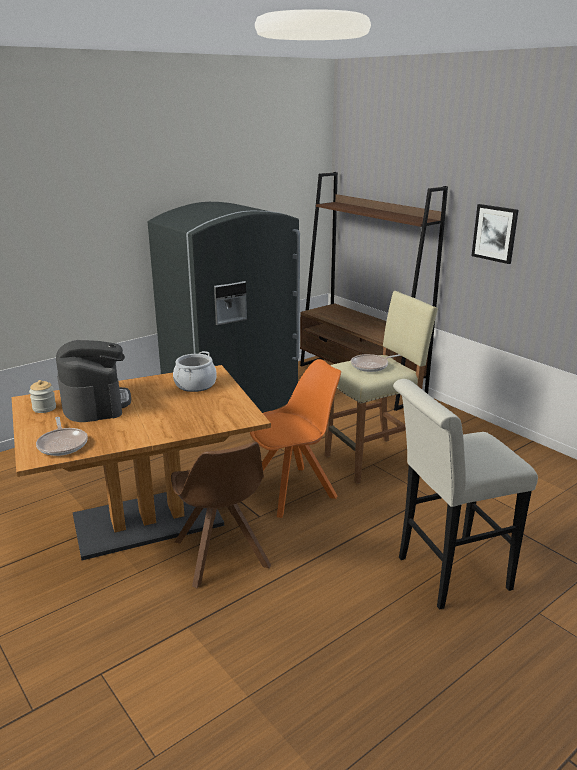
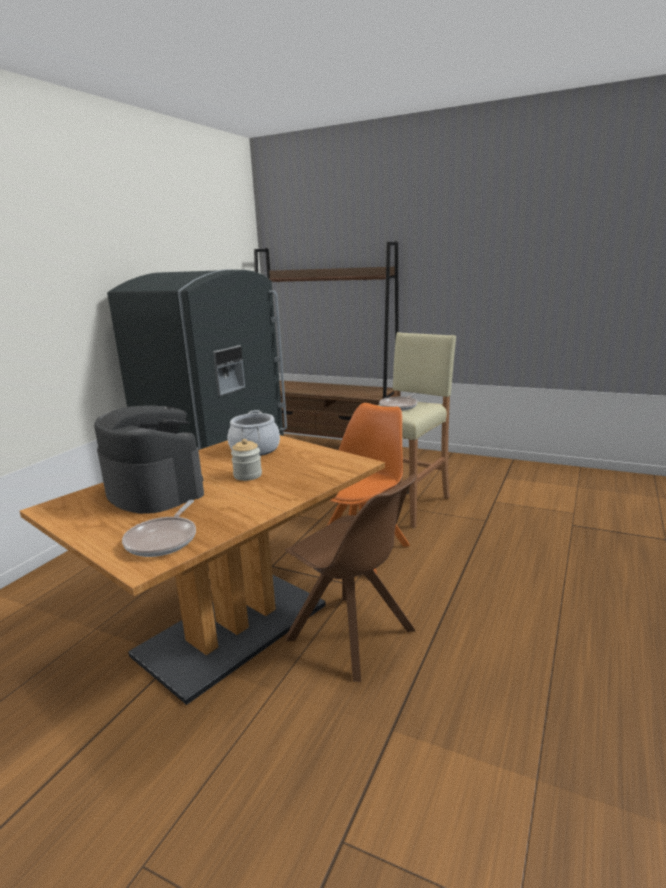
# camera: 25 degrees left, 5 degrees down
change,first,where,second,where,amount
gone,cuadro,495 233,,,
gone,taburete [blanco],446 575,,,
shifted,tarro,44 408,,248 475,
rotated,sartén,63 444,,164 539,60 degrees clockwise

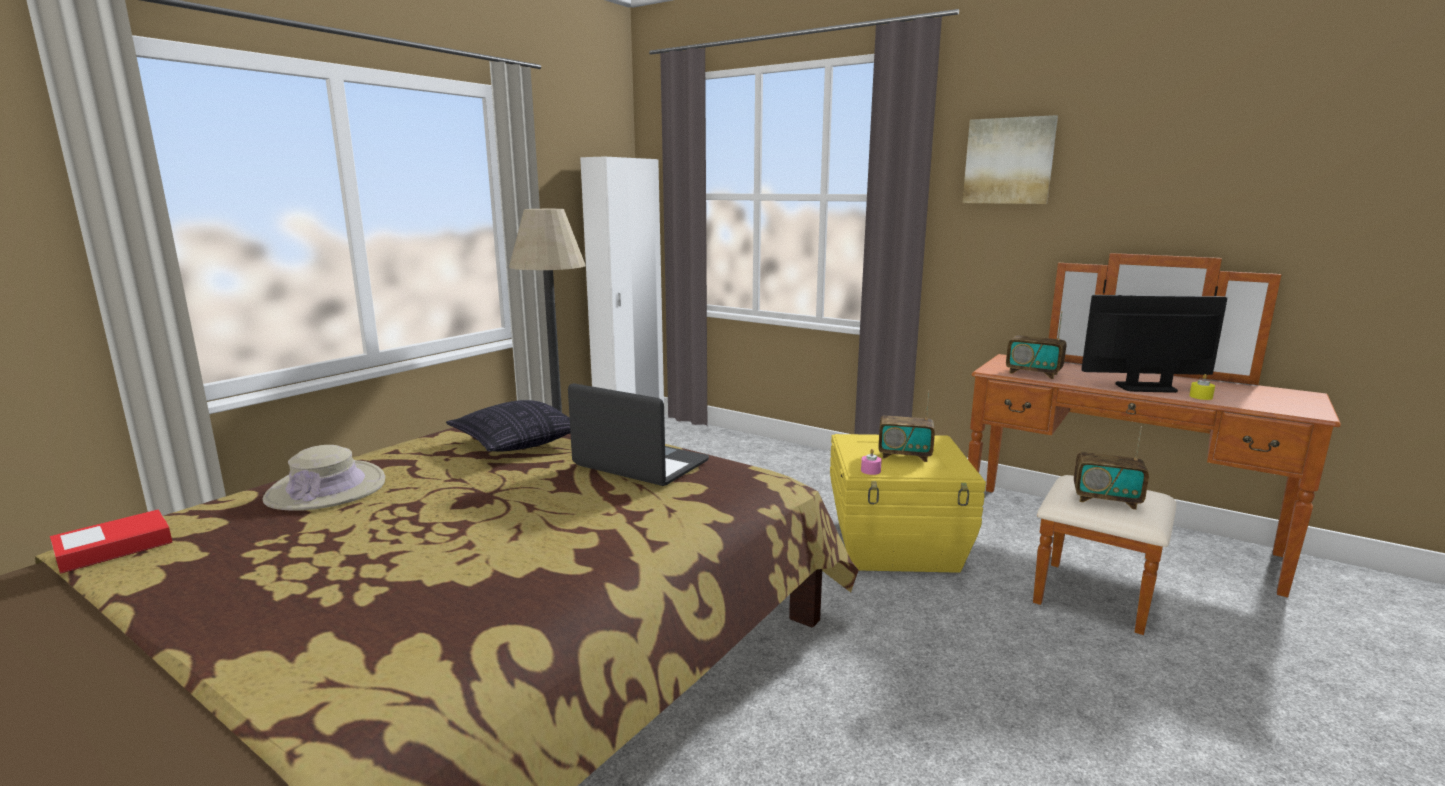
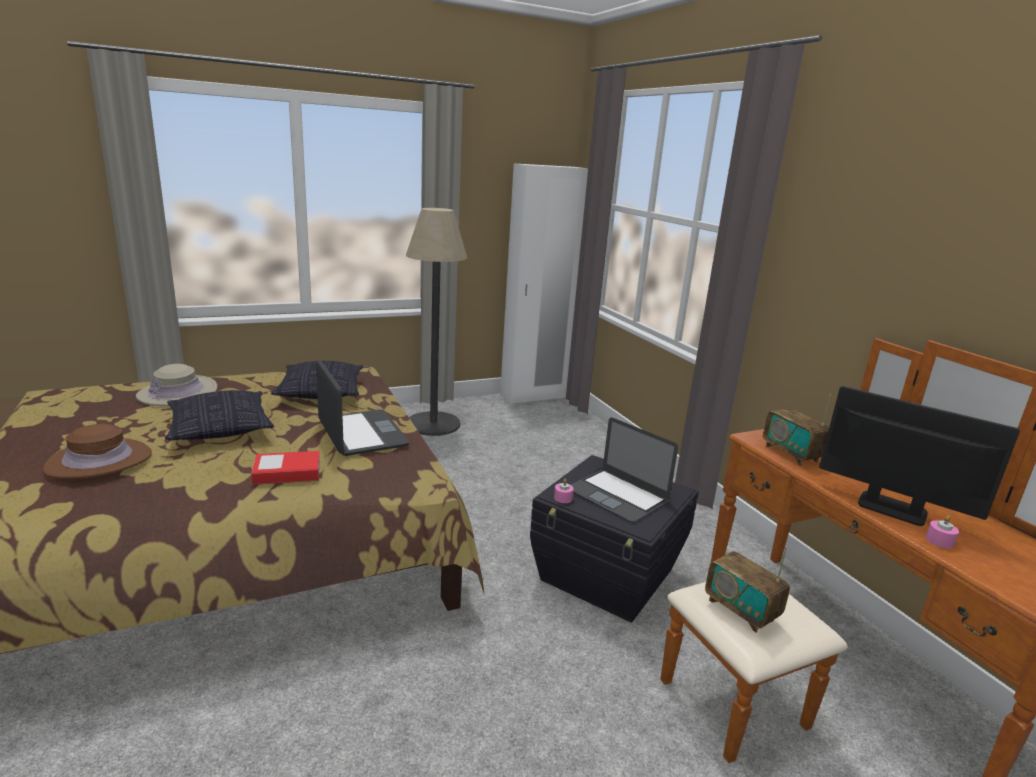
# camera: 30 degrees right, 5 degrees up
change,first,where,second,where,amount
gone,cuadro,1009 161,,,
repainted,vela [amarillo],1200 397,vela [rosa],939 541,
swapped,radio,904 455,portátil,617 495,
repainted,caja de almacenaje [amarillo],897 546,caja de almacenaje [negro],607 575,
shifted,libro,114 548,,287 473,
new,,,cojín,220 429,
new,,,sombrero [marrón],99 461,

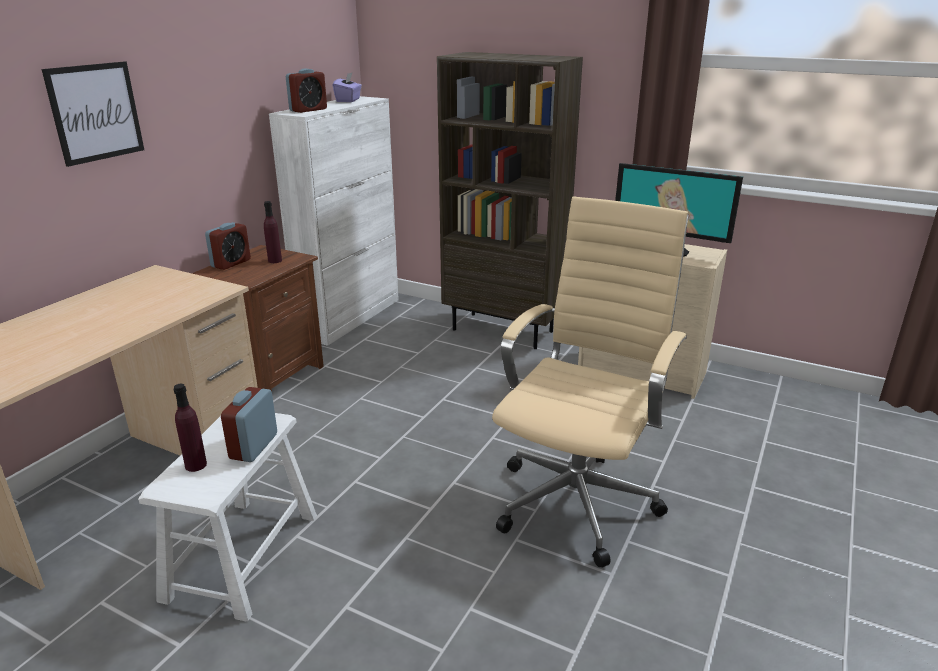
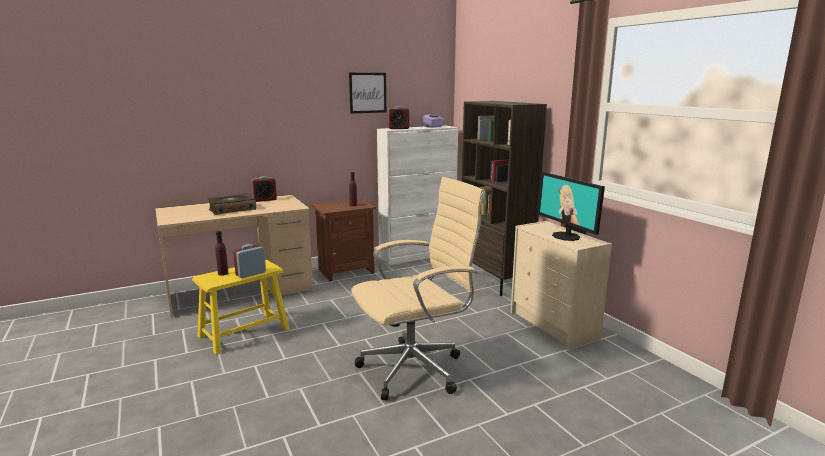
# camera: 35 degrees right, 10 degrees down
change,first,where,second,where,amount
shifted,cuadro,95 112,,367 92,
shifted,despertador,231 263,,265 200,
repainted,taburete [blanco],243 555,taburete [amarillo],244 333,
new,,,libro,232 209,

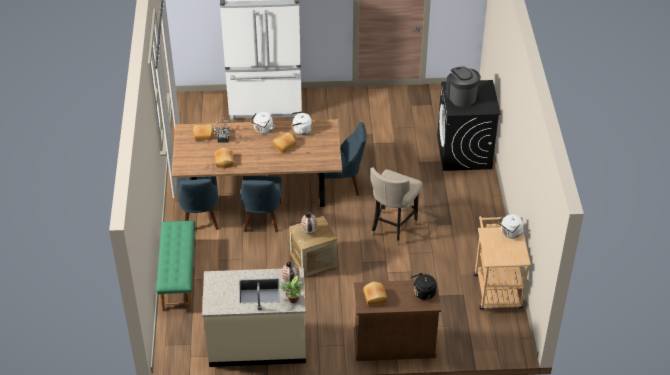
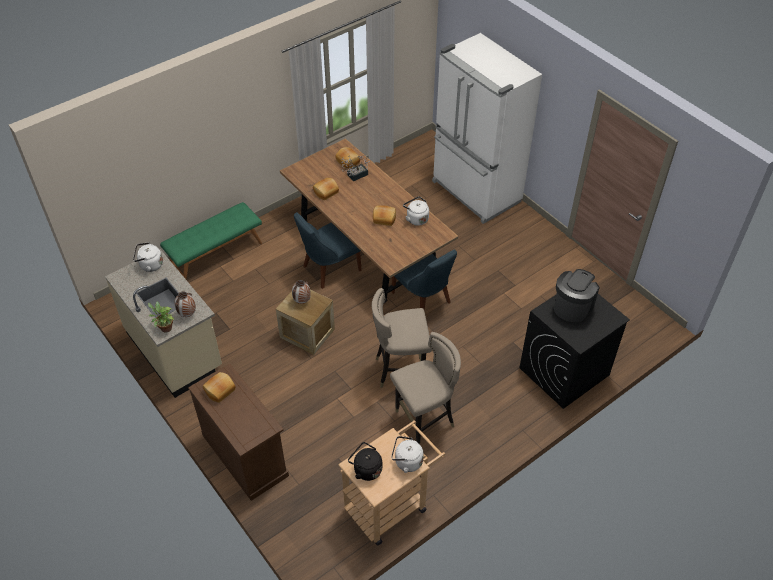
# camera: 55 degrees right, 5 degrees up
change,first,where,second,where,amount
shifted,hervidor [blanco],262 130,,150 265,
gone,silla [azul],200 218,,,
shifted,hervidor [negro],423 294,,366 469,
new,,,taburete [beis],424 421,

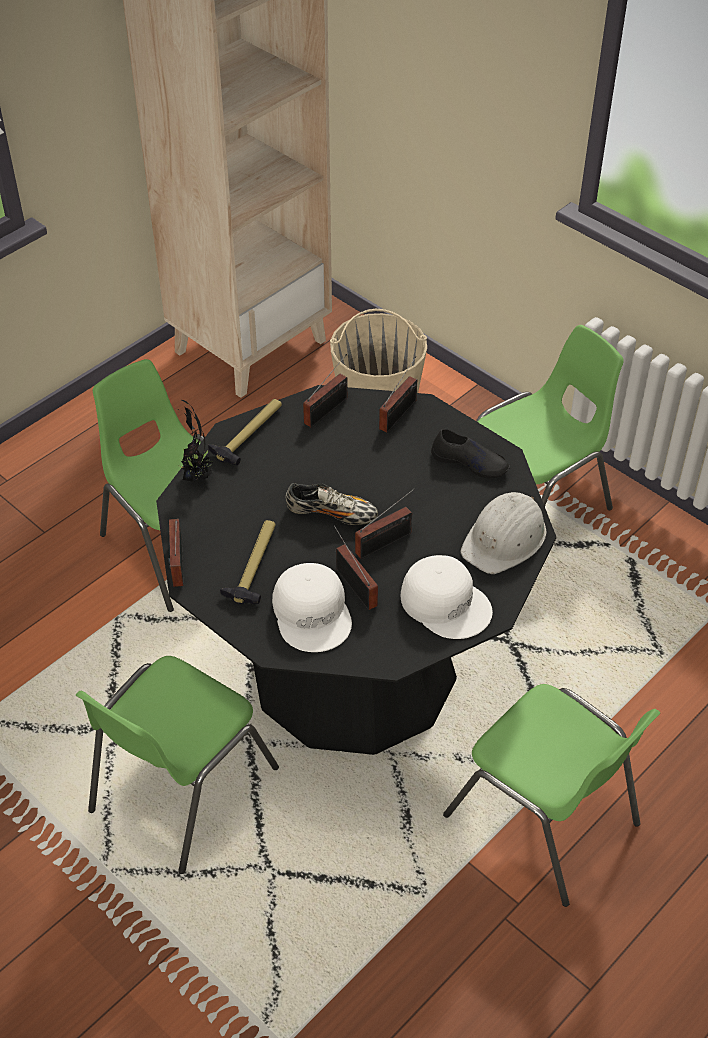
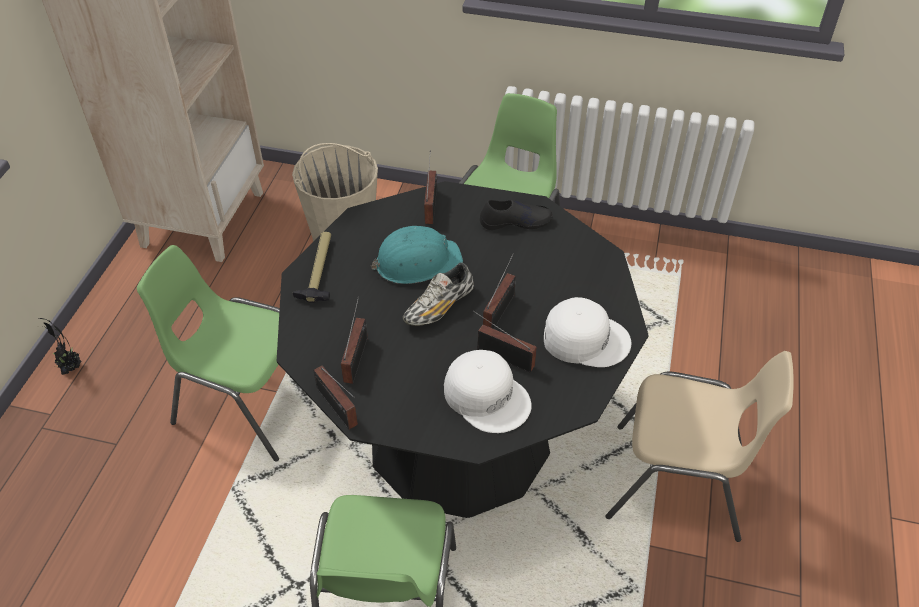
# camera: 30 degrees left, 0 degrees up
change,first,where,second,where,amount
shifted,radio,328 409,,357 357,
shifted,planta en maceta,197 475,,70 367,
rotated,zapato,331 514,,439 307,150 degrees clockwise
gone,casco [blanco],505 539,,,
gone,martillo,254 565,,,
repainted,silla [verde],544 821,silla [beis],678 484,
new,,,casco [turquesa],417 261,

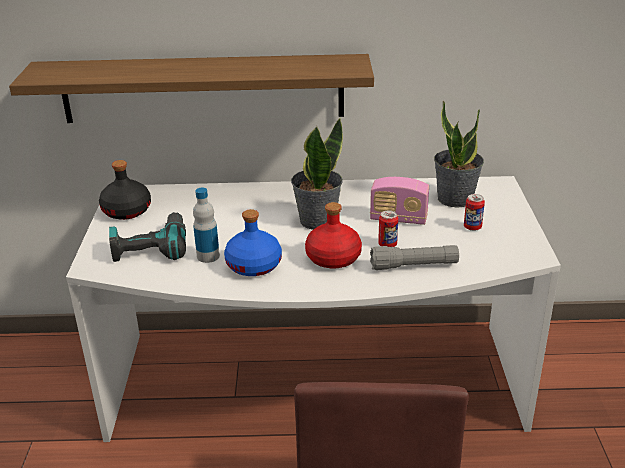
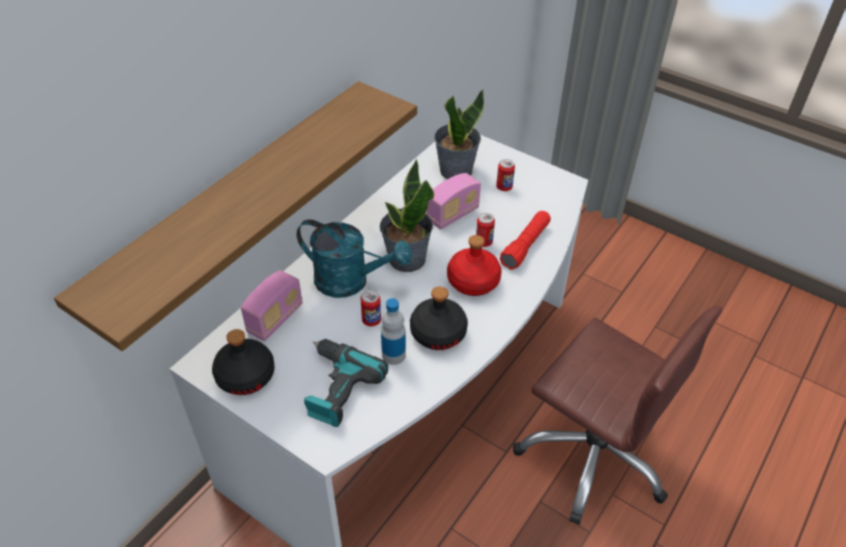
# camera: 55 degrees left, 15 degrees up
change,first,where,second,where,amount
repainted,botella [azul],254 265,botella [negro],438 332,
repainted,linterna [gris],414 266,linterna [rojo],525 246,
new,,,regadera [turquesa],351 281,
new,,,radio,275 319,
new,,,lata,371 320,

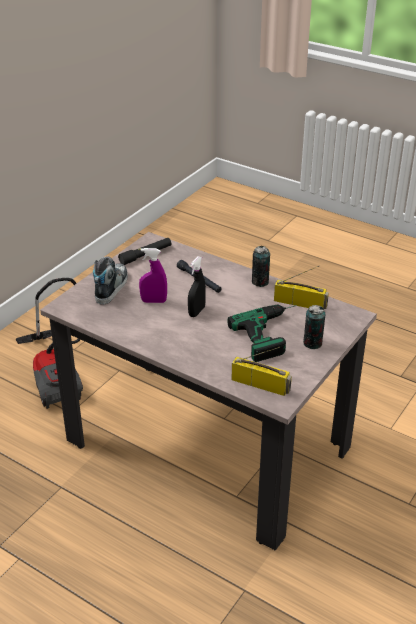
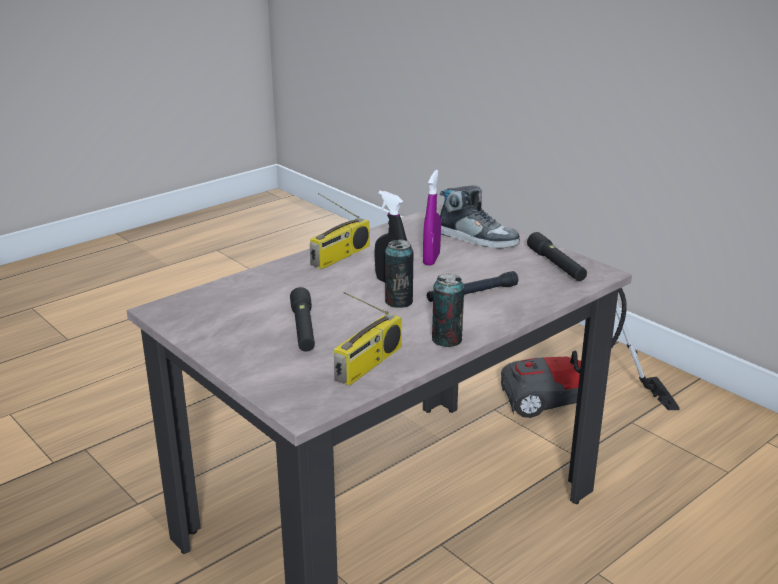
# camera: 105 degrees right, 10 degrees down
change,first,where,second,where,amount
swapped,taladro,273 333,linterna [negro],303 328,
shifted,lata,312 343,,398 302,
shifted,radio,261 384,,340 256,

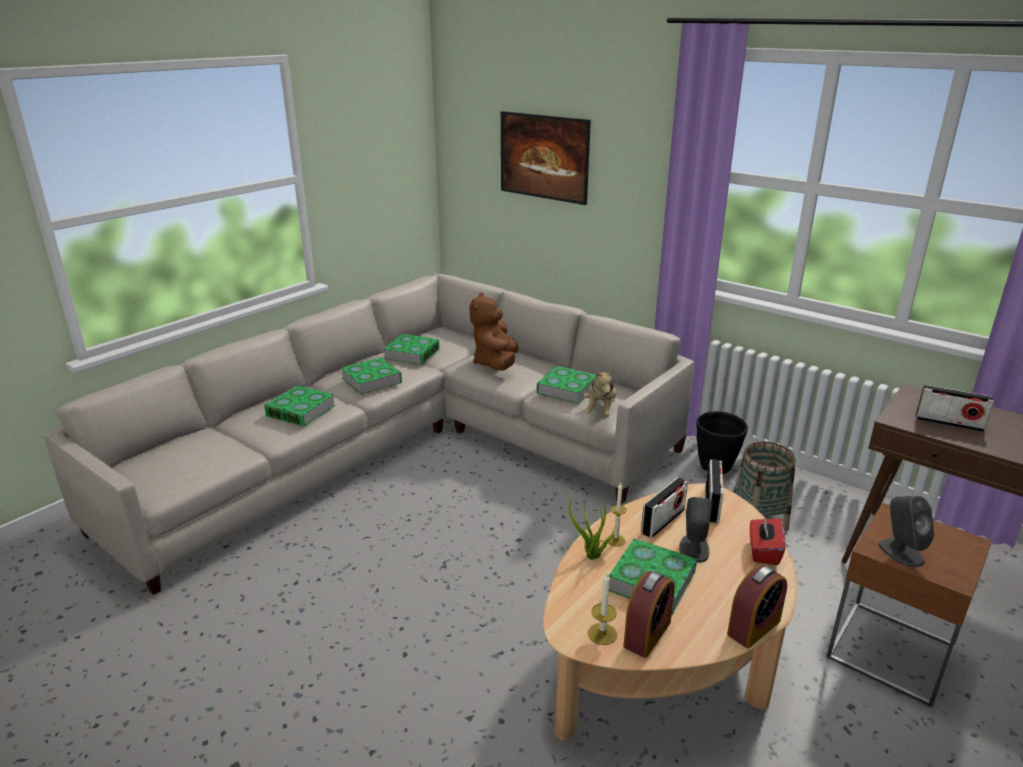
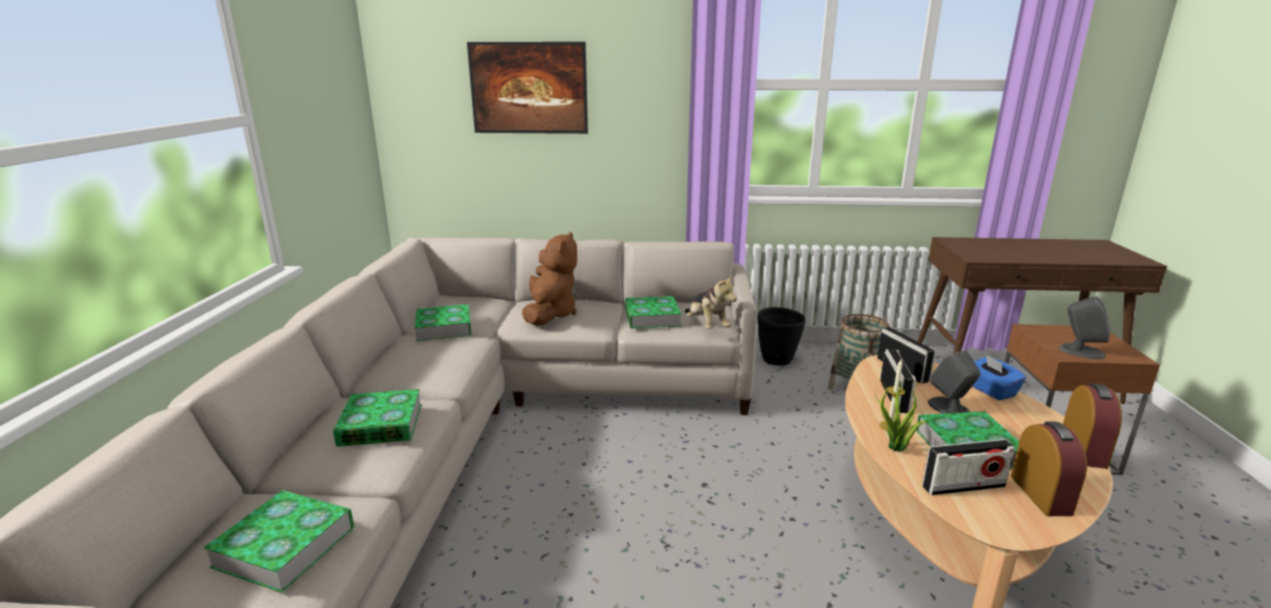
# camera: 35 degrees left, 5 degrees down
change,first,where,second,where,amount
rotated,peluche [marrón],496 364,,550 314,150 degrees counterclockwise
shifted,libro,372 380,,285 546,
shifted,radio,949 423,,963 486,
repainted,caja de pañuelos [rojo],763 551,caja de pañuelos [azul],990 390,
gone,vela,602 634,,,

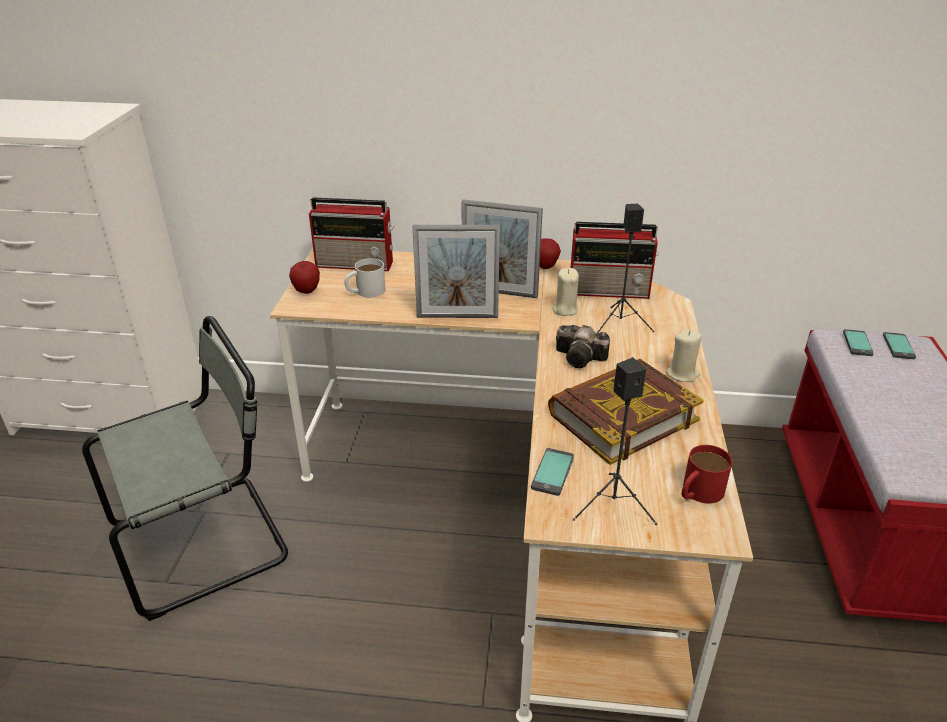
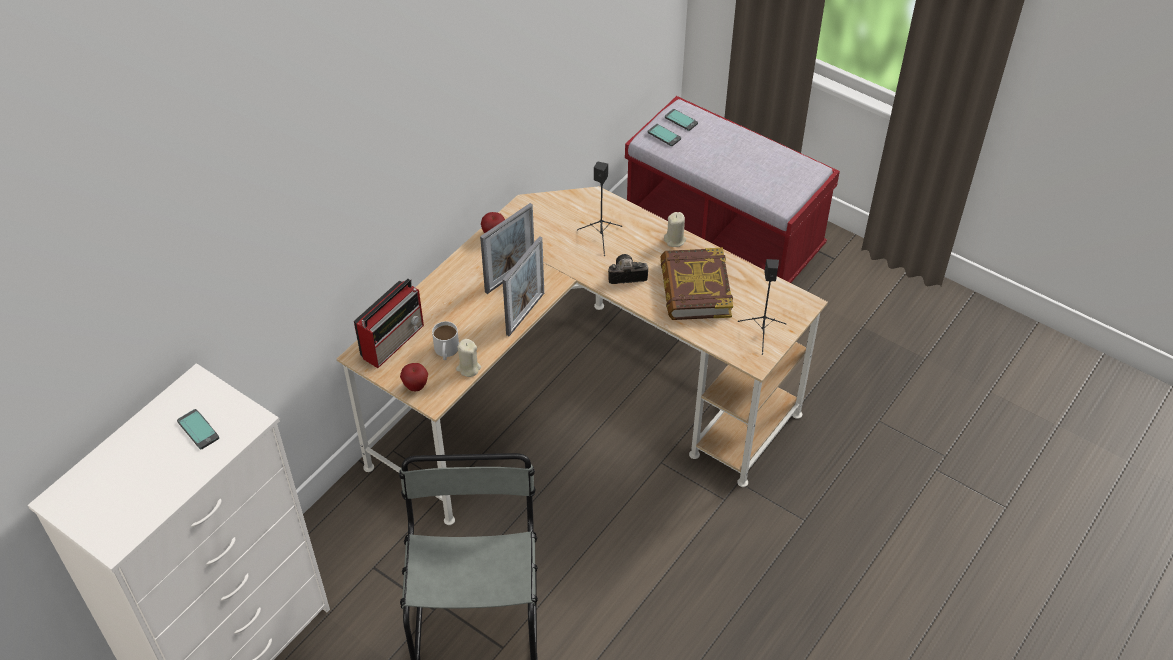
# camera: 60 degrees left, 15 degrees up
change,first,where,second,where,amount
gone,radio,610 290,,,
shifted,vela [beis],565 309,,468 368,
rotated,cámara,582 358,,625 276,150 degrees counterclockwise
gone,taza grande [rojo],698 492,,,
shifted,móvil,553 472,,198 429,

